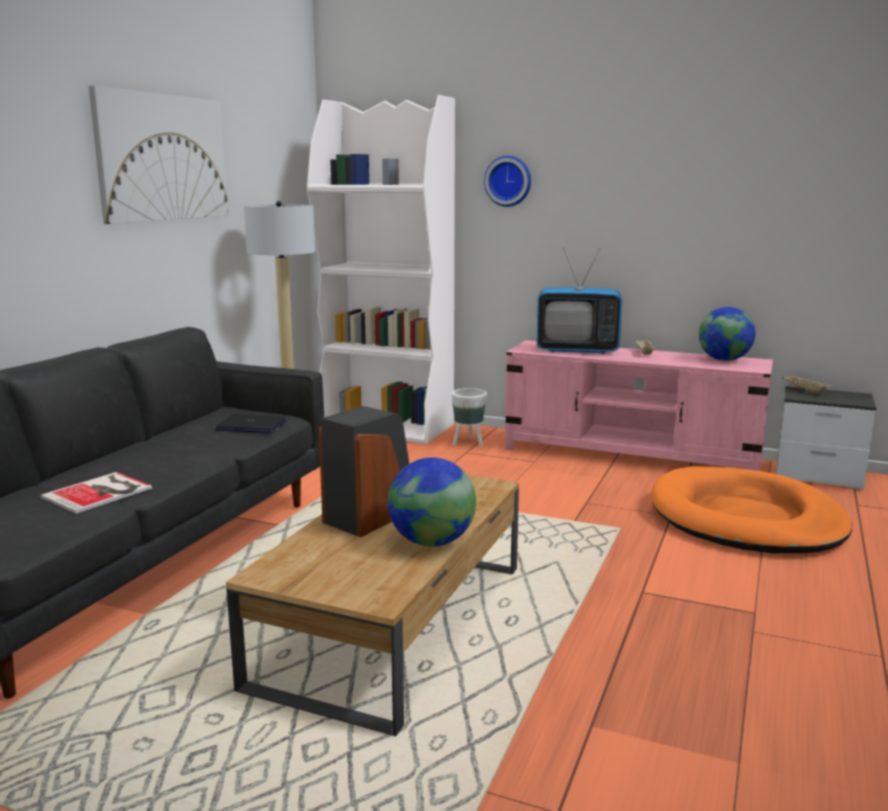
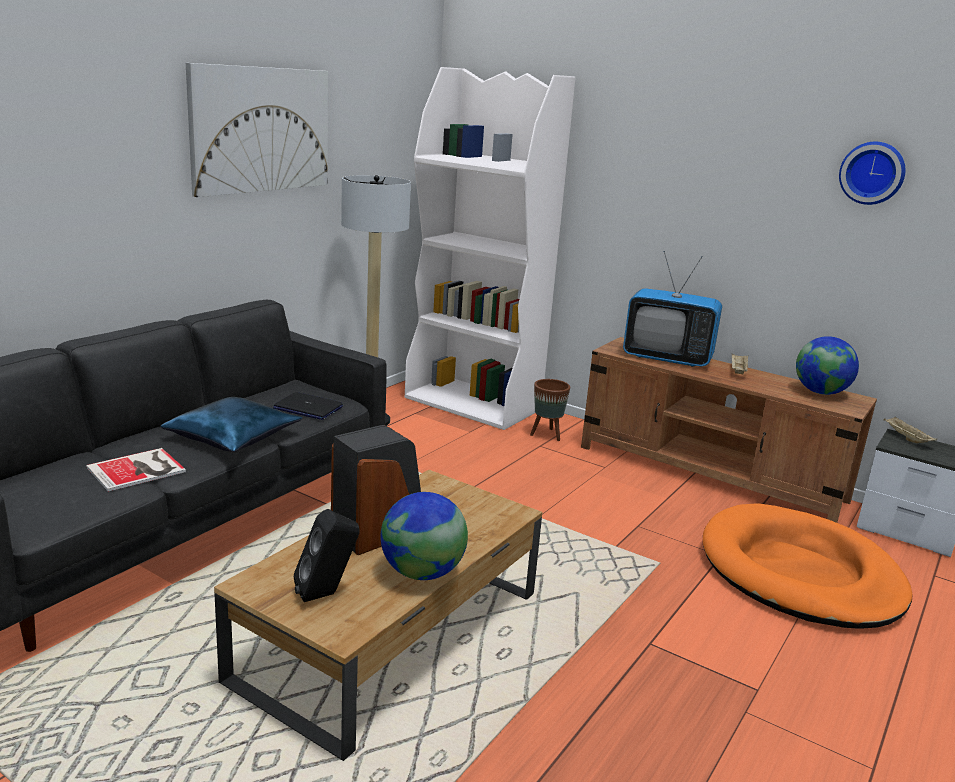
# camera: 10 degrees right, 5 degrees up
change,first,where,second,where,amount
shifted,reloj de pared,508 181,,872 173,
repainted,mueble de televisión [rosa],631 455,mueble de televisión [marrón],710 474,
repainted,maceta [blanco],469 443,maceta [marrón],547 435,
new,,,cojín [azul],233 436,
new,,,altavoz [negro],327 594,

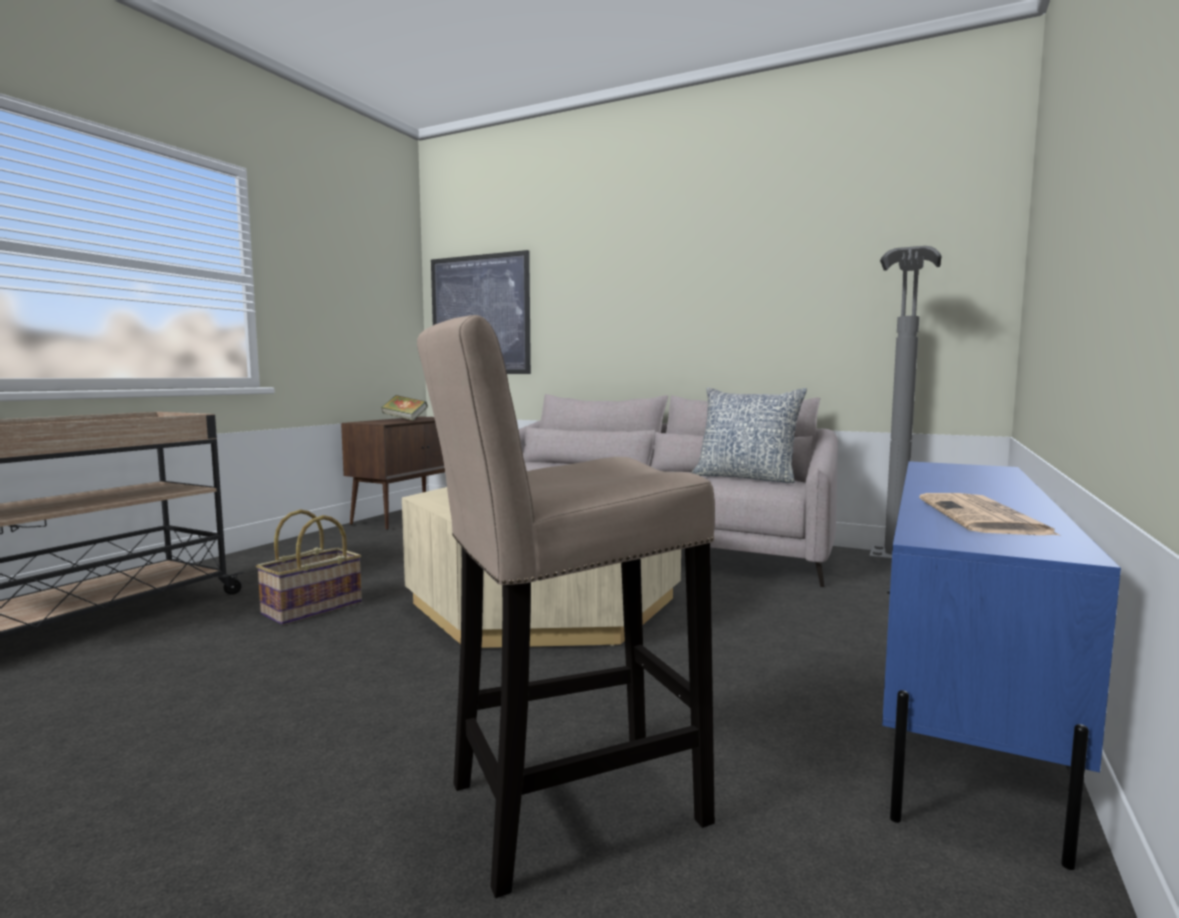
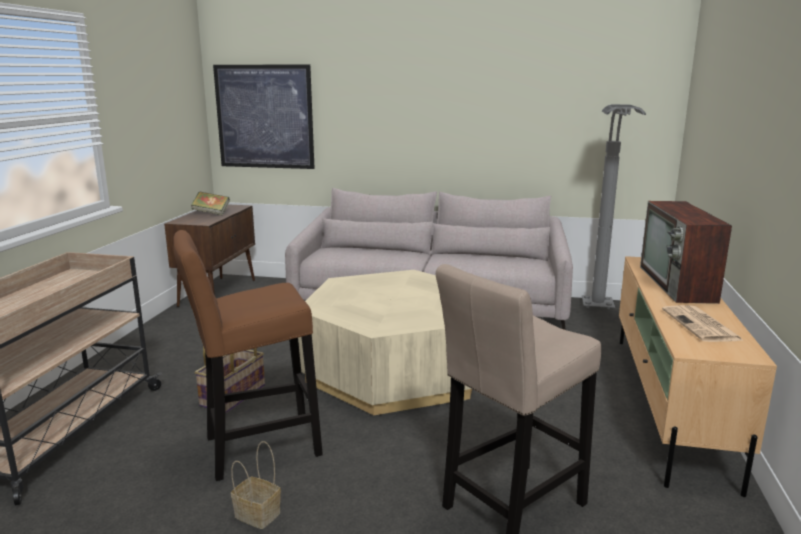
# camera: 15 degrees left, 10 degrees up
change,first,where,second,where,amount
gone,cojín,746 478,,,
repainted,mueble de televisión [azul],958 687,mueble de televisión [beis],668 403,
new,,,televisor,678 284,
new,,,taburete [marrón],255 448,
new,,,cesta,256 515,

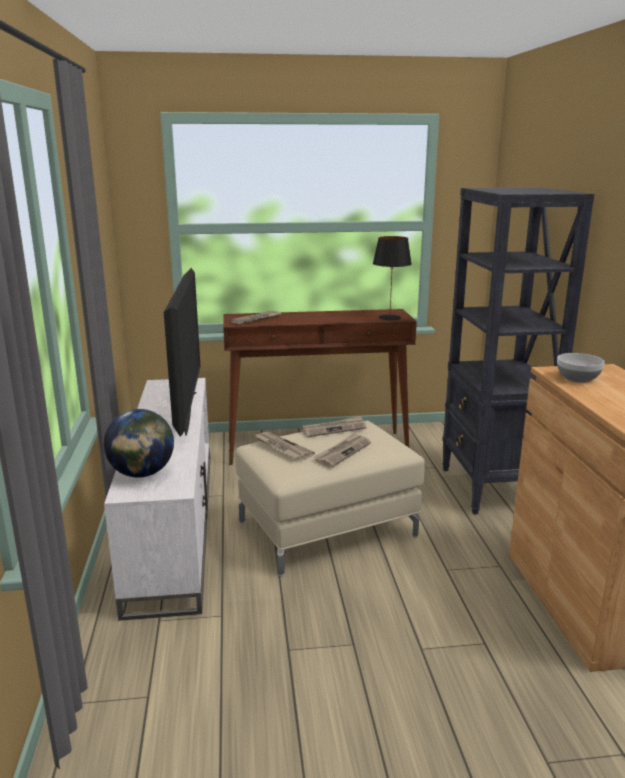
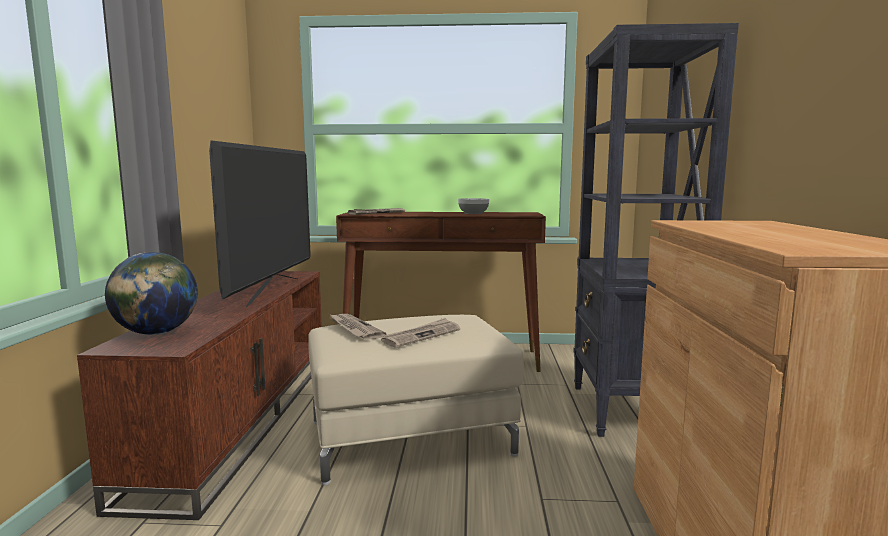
# camera: 10 degrees right, 10 degrees down
change,first,where,second,where,amount
gone,lámpara de mesa [negro],389 317,,,
shifted,cuenco,577 378,,473 213,
repainted,mueble de televisión [blanco],172 523,mueble de televisión [marrón],241 417,
gone,periódico,334 429,,,

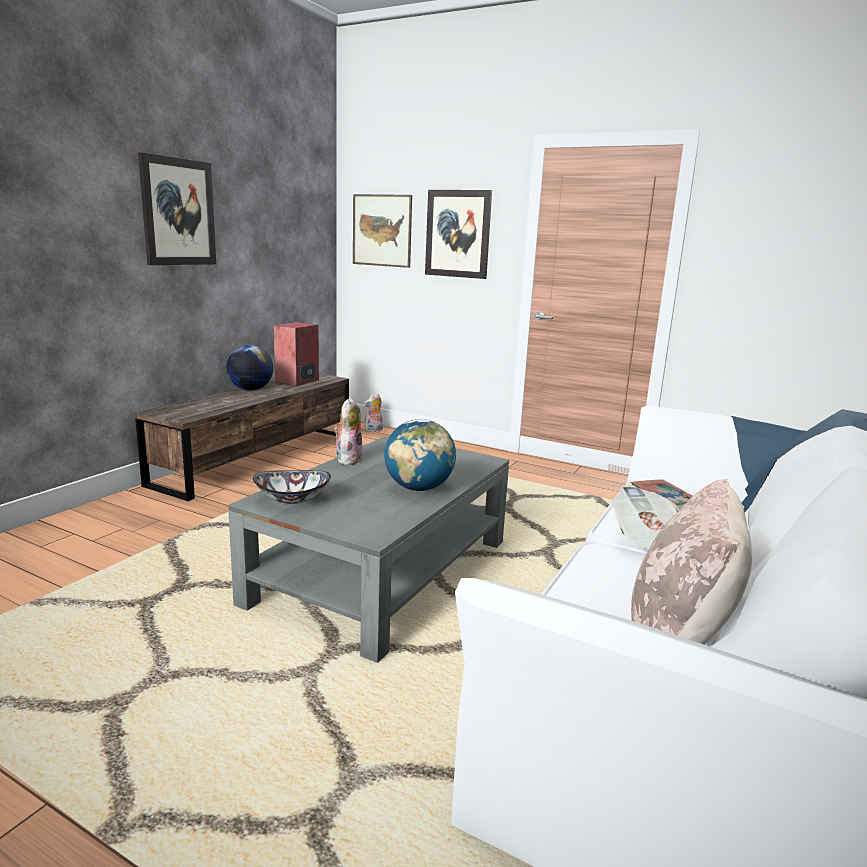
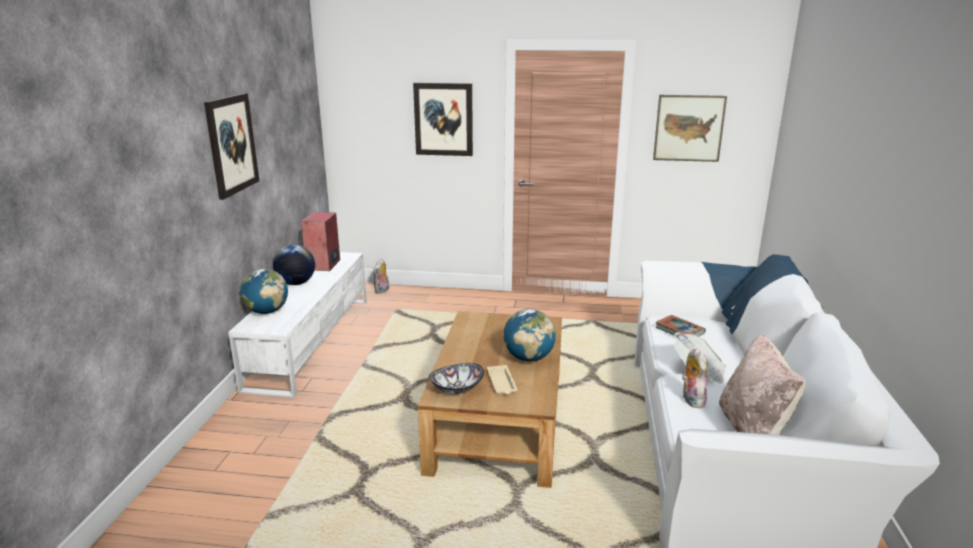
# camera: 20 degrees left, 5 degrees up
change,first,where,second,where,amount
shifted,cuadro,382 230,,689 128,
repainted,mueble de televisión [marrón],259 458,mueble de televisión [blanco],312 340,
shifted,peluche,348 459,,691 400,
repainted,mesa de centro [gris],382 572,mesa de centro [marrón],498 420,
new,,,globo terráqueo,267 311,
new,,,bandeja [beis],502 383,

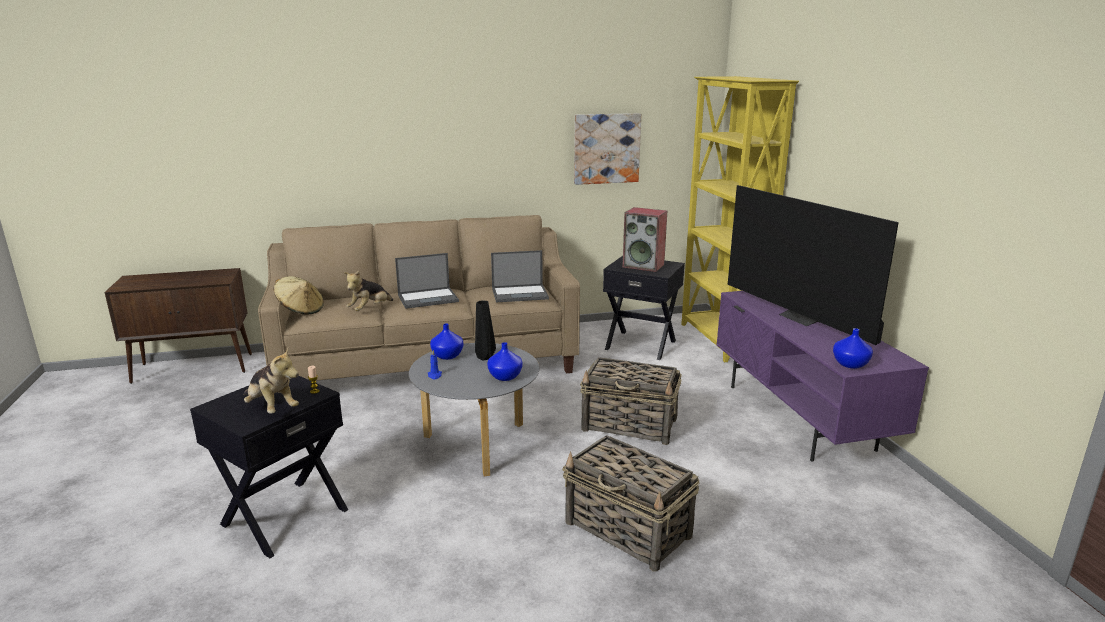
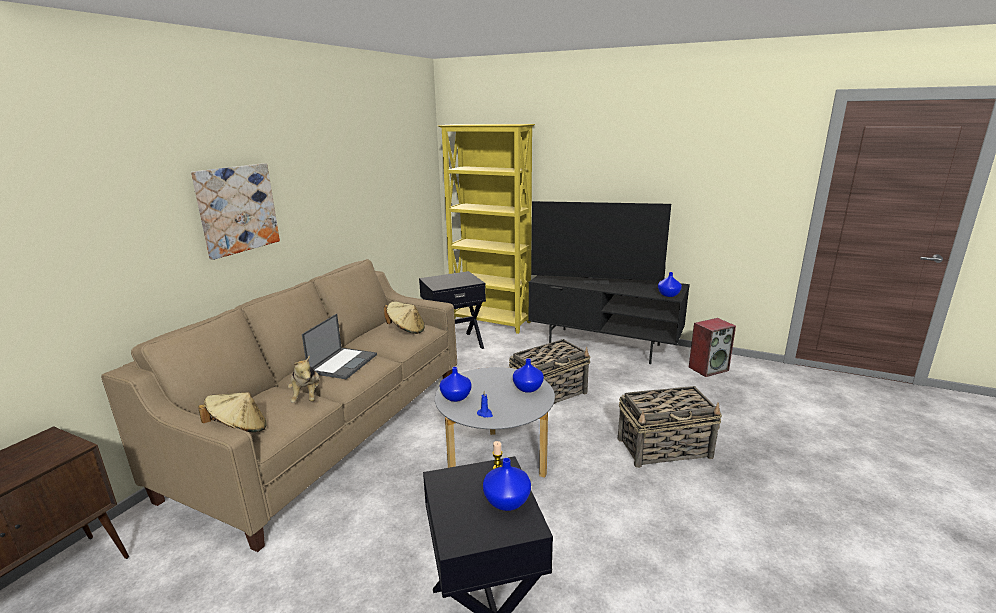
# camera: 50 degrees left, 0 degrees up
change,first,where,second,where,amount
shifted,cuadro,606 148,,237 209,
shifted,altavoz,644 266,,708 368,
swapped,portátil,520 294,sombrero [beis],406 330,
repainted,mueble de televisión [morado],799 417,mueble de televisión [negro],605 345,
gone,florero [negro],484 358,,,
swapped,peluche,272 408,florero [azul],506 501,

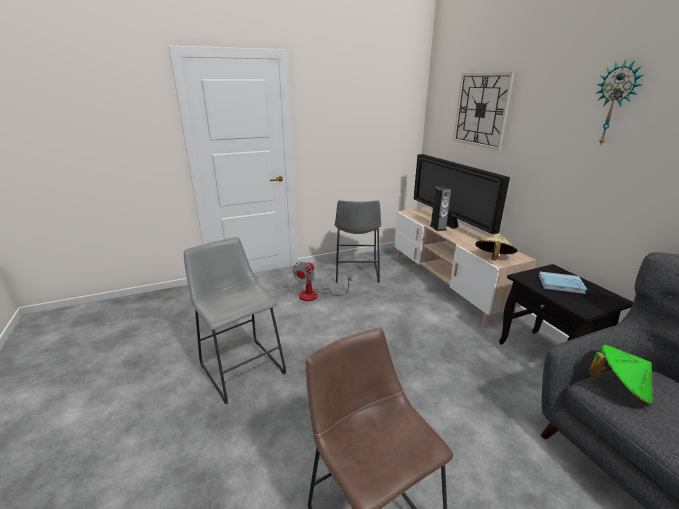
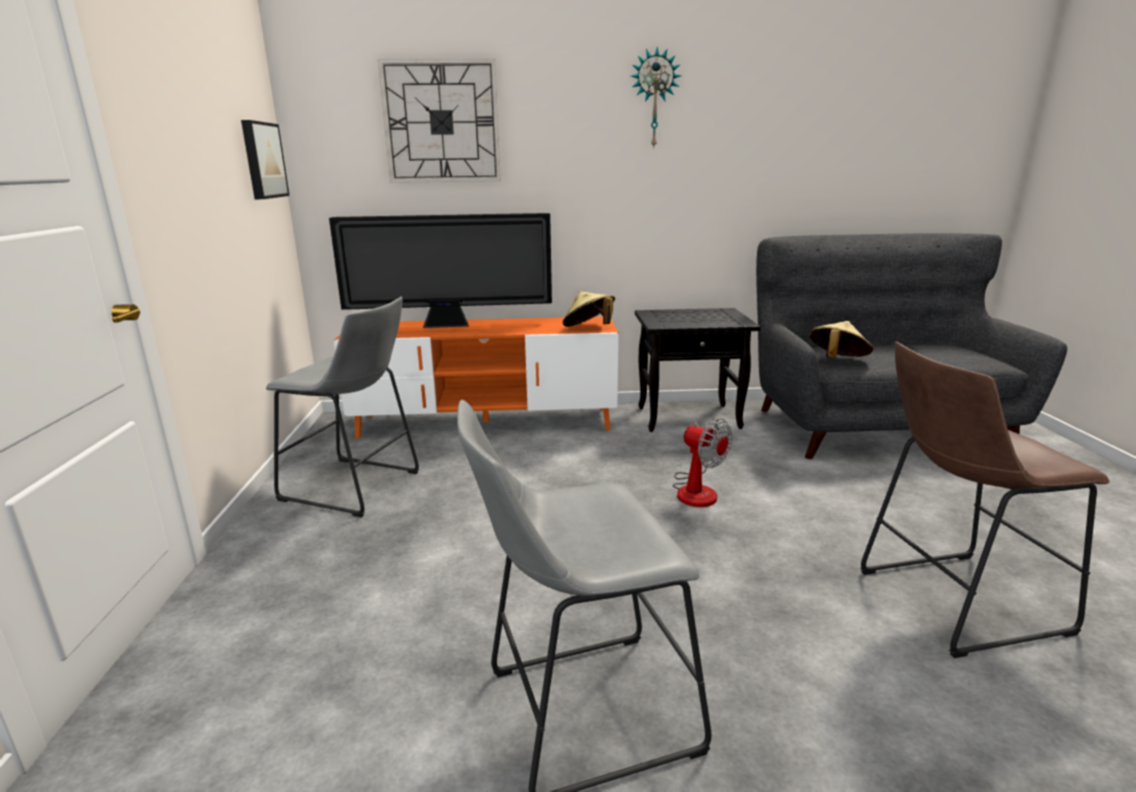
# camera: 70 degrees left, 5 degrees down
change,first,where,second,where,amount
gone,altavoz,438 227,,,
repainted,mueble de televisión [beis],447 284,mueble de televisión [naranja],486 422,
shifted,ventilador,315 295,,696 489,
gone,libro [azul],561 284,,,
repainted,sombrero [verde],619 388,sombrero [beis],837 360,
new,,,cuadro,262 160,

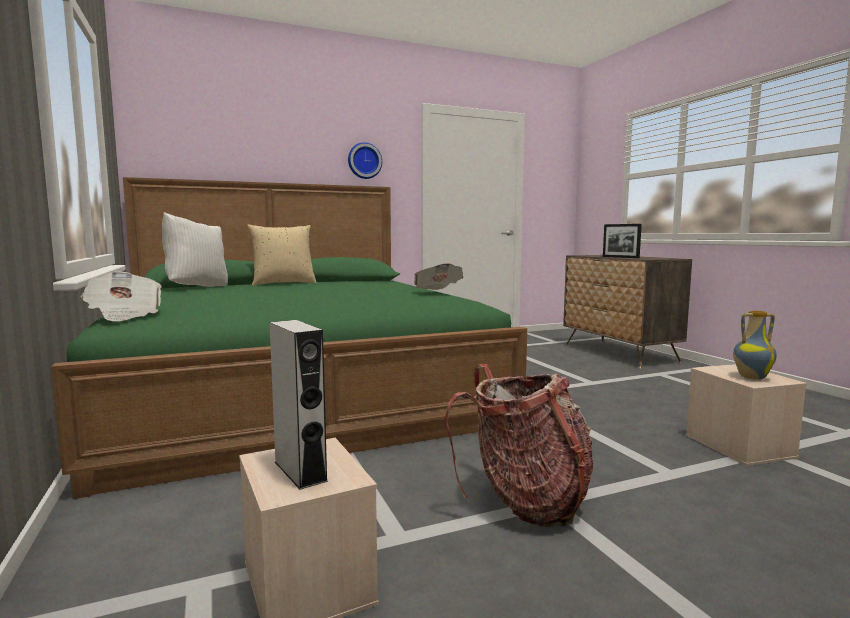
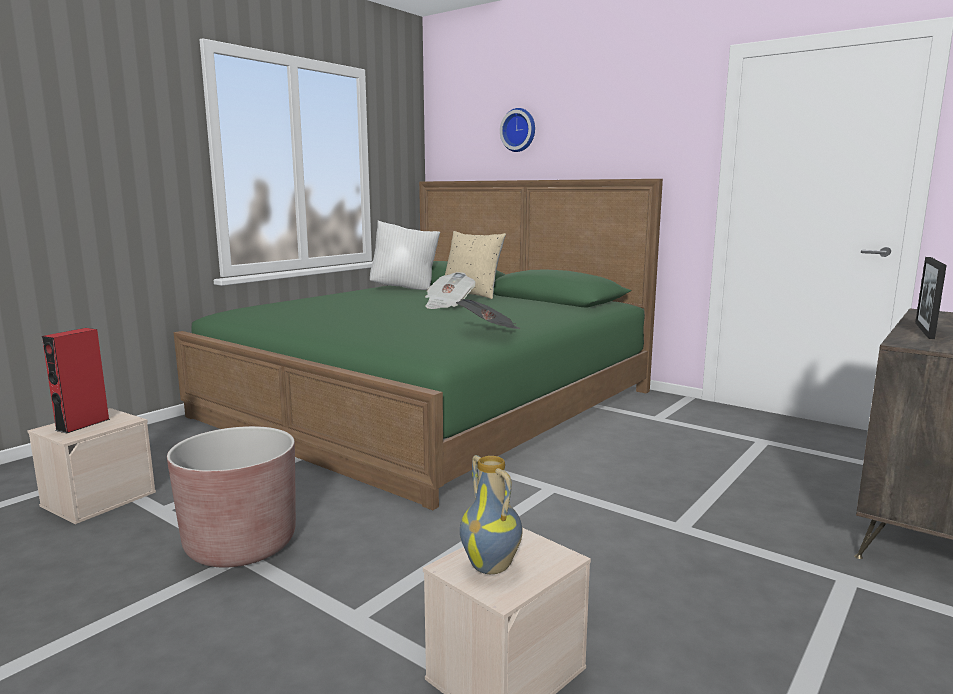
# camera: 60 degrees right, 5 degrees up
change,first,where,second,where,amount
shifted,reloj de pared,364 161,,519 130,
shifted,periódico,124 315,,447 305,
repainted,altavoz [gris],300 471,altavoz [rojo],83 424,
swapped,mochila,527 500,maceta [marrón],241 545,

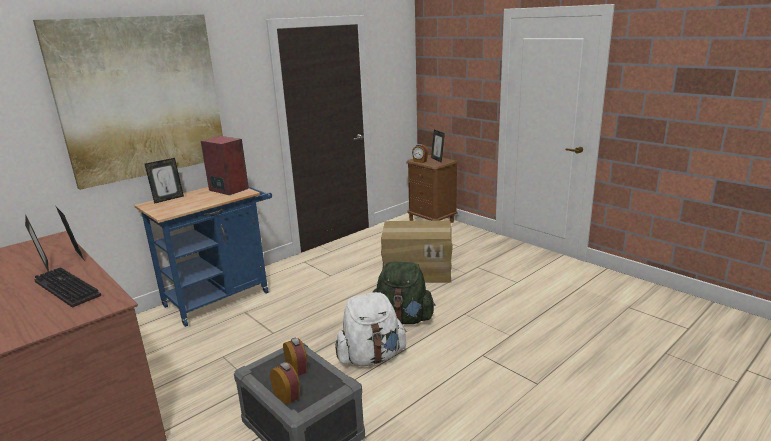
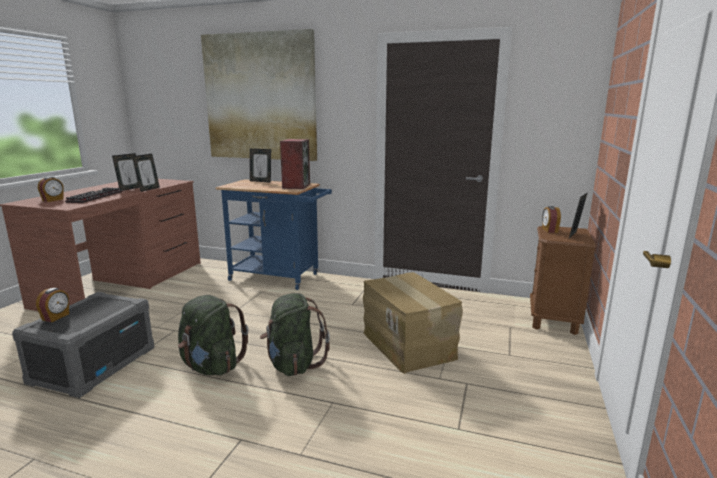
# camera: 60 degrees right, 5 degrees down
change,first,where,second,where,amount
repainted,mochila [blanco],371 357,mochila [verde],211 366,
shifted,despertador,297 369,,53 200,

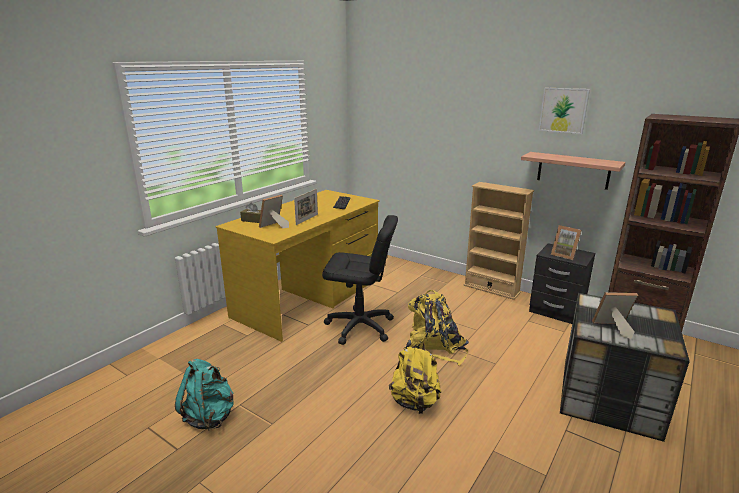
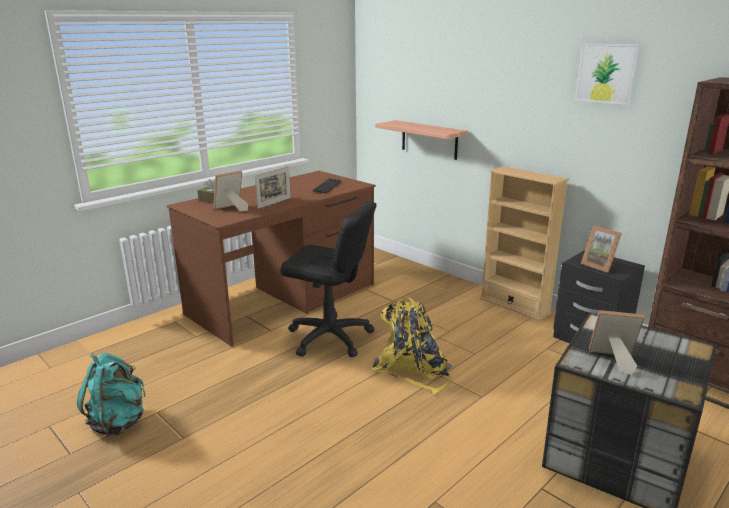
# camera: 10 degrees right, 0 degrees up
change,first,where,second,where,amount
shifted,estante,573 170,,429 139,
repainted,escritorio [amarillo],309 297,escritorio [marrón],284 299,
gone,mochila [amarillo],414 402,,,

